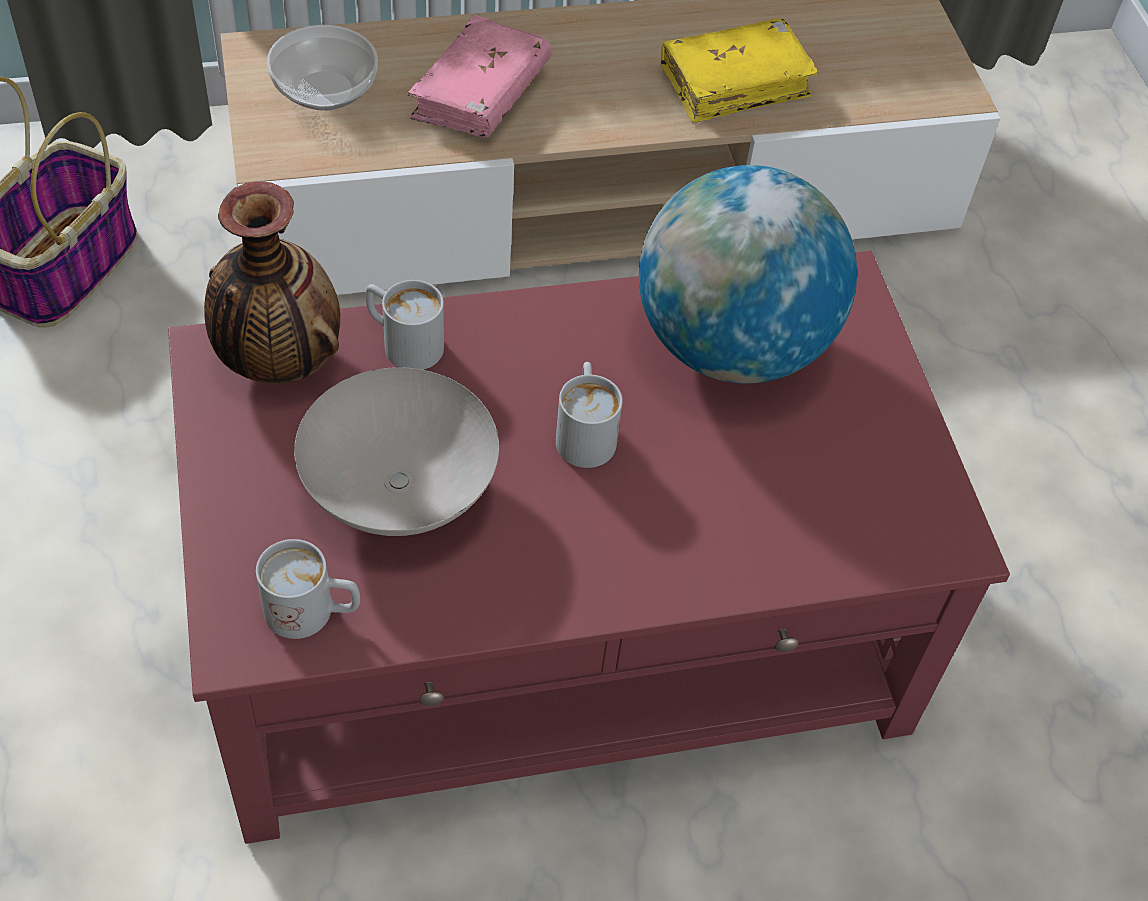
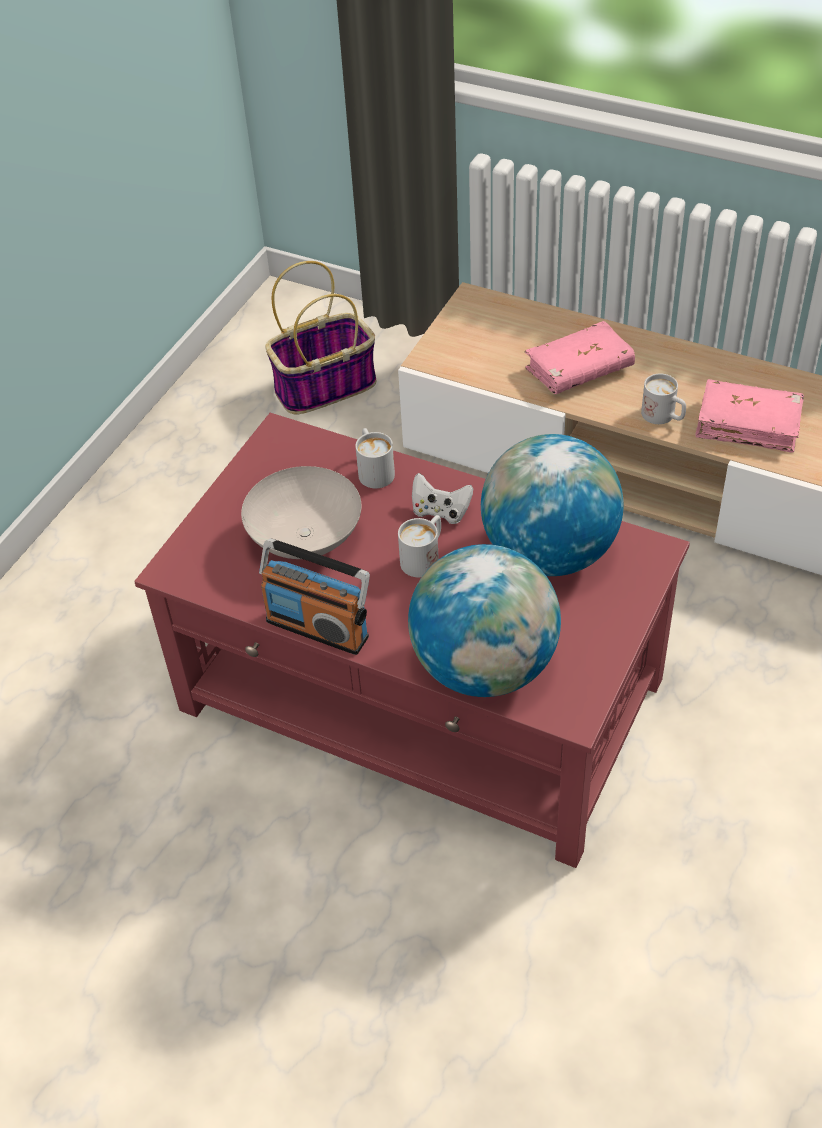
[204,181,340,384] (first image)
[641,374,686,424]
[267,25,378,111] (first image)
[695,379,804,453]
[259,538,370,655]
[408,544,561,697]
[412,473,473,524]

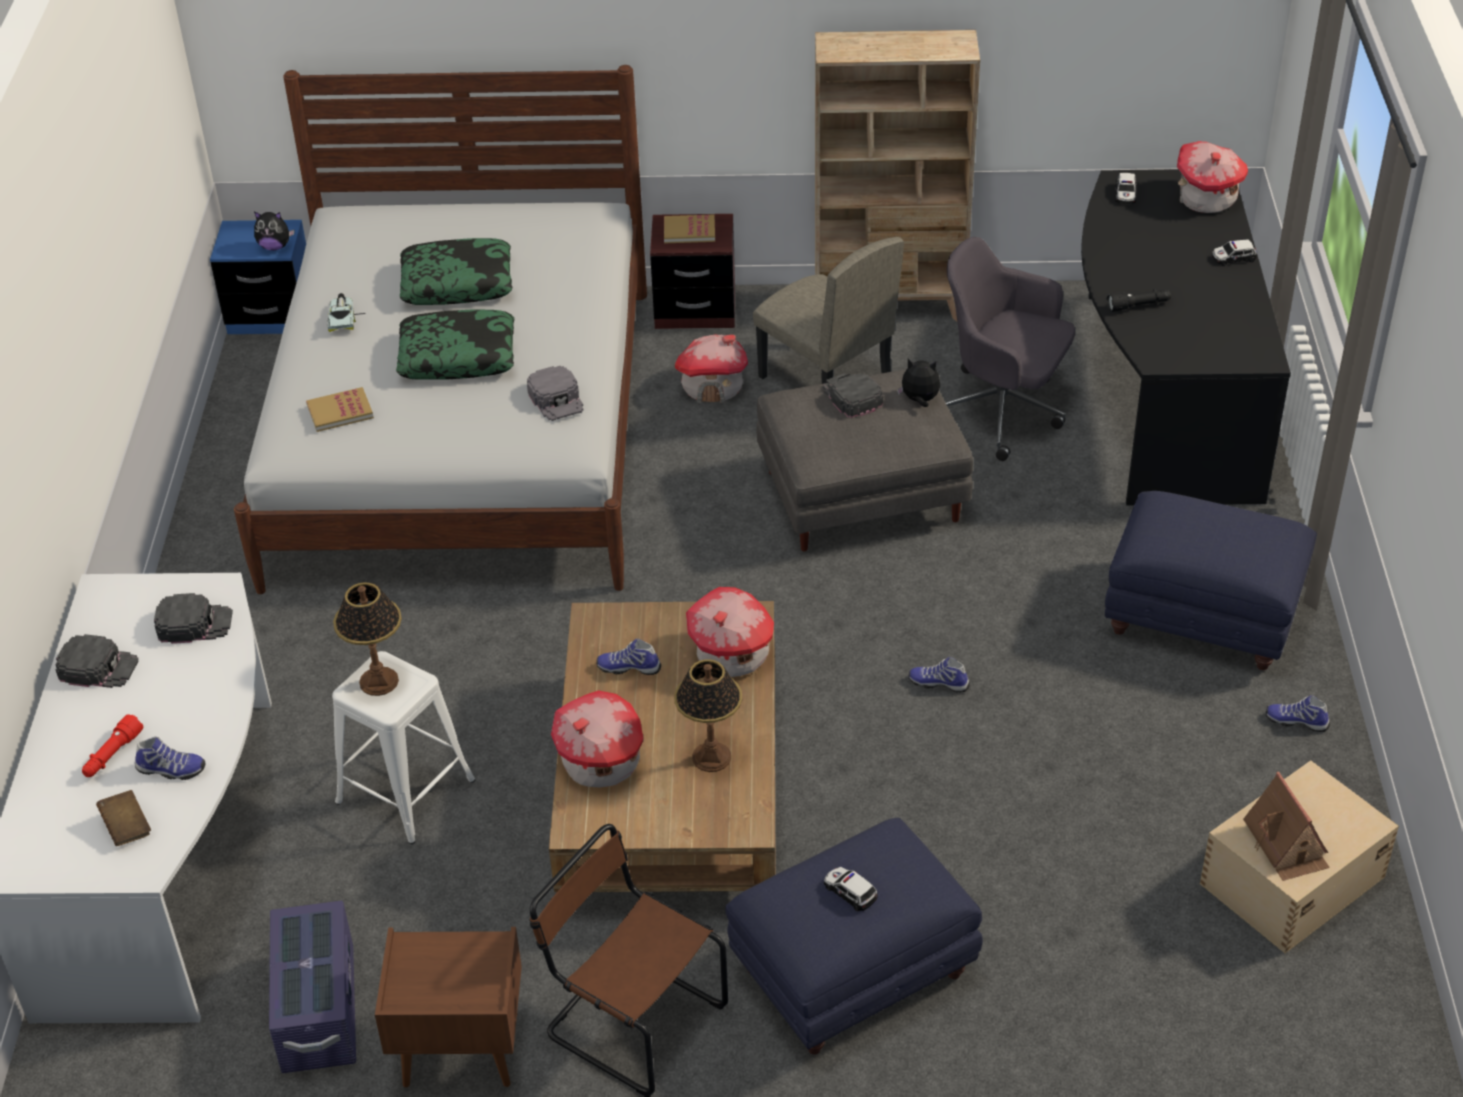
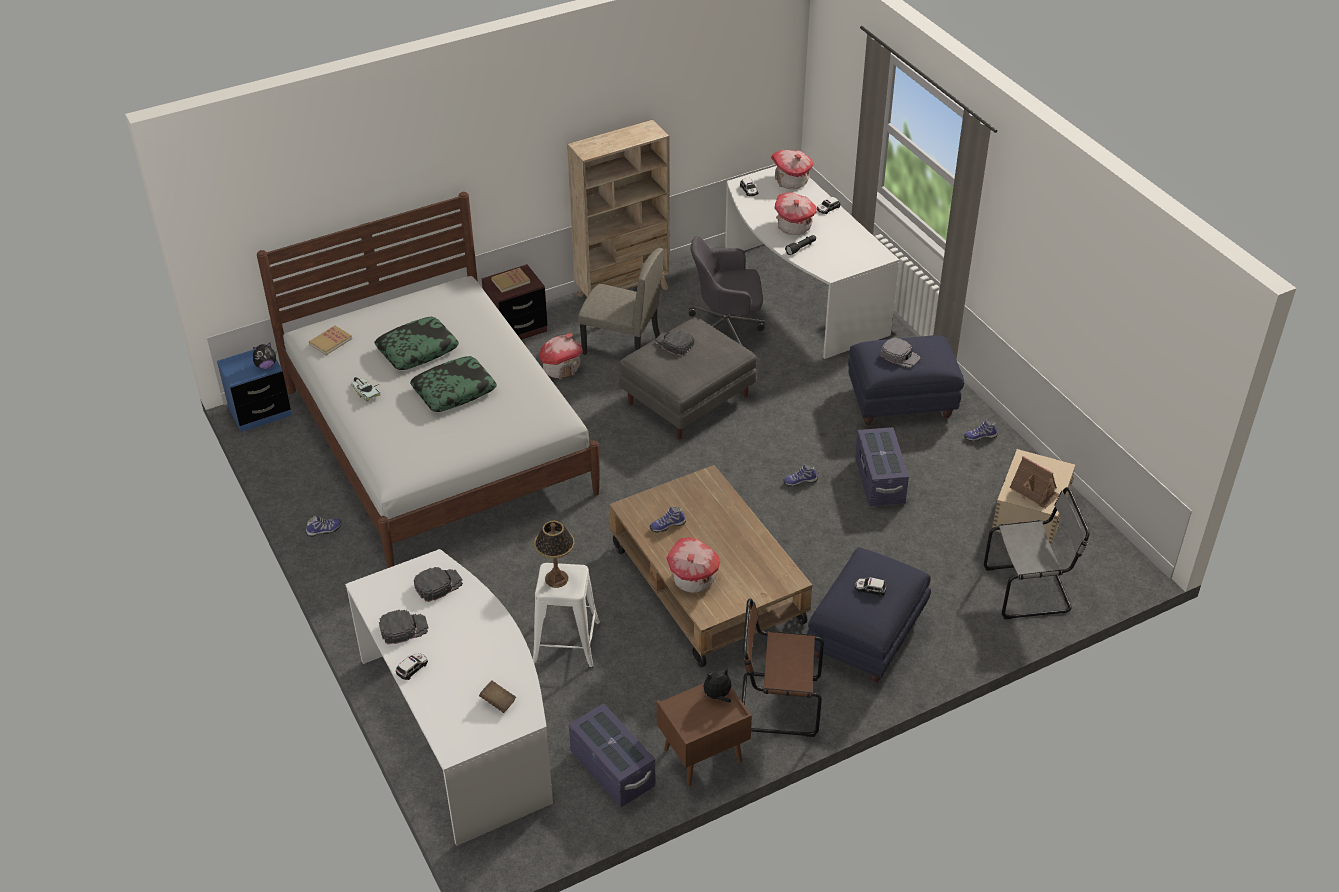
[82,714,143,777] (first image)
[306,515,342,537]
[309,326,352,355]
[880,338,921,368]
[674,659,742,772] (first image)
[774,192,817,235]
[704,668,731,702]
[725,166,899,359]
[396,653,428,680]
[855,427,909,506]
[984,487,1090,619]

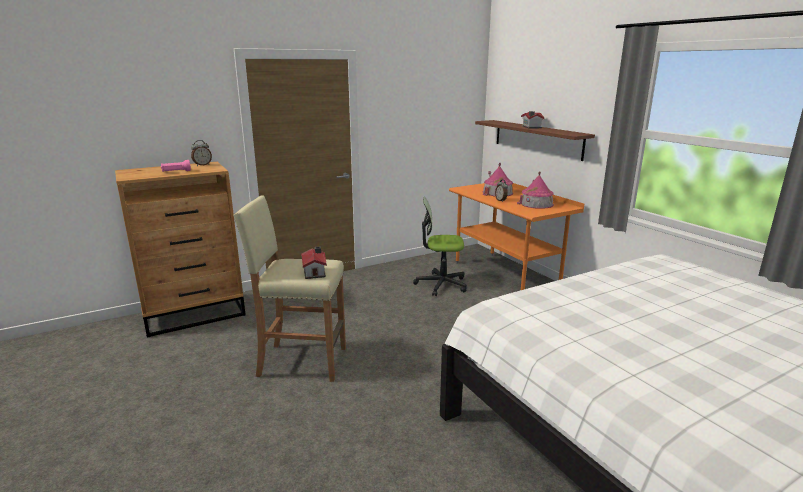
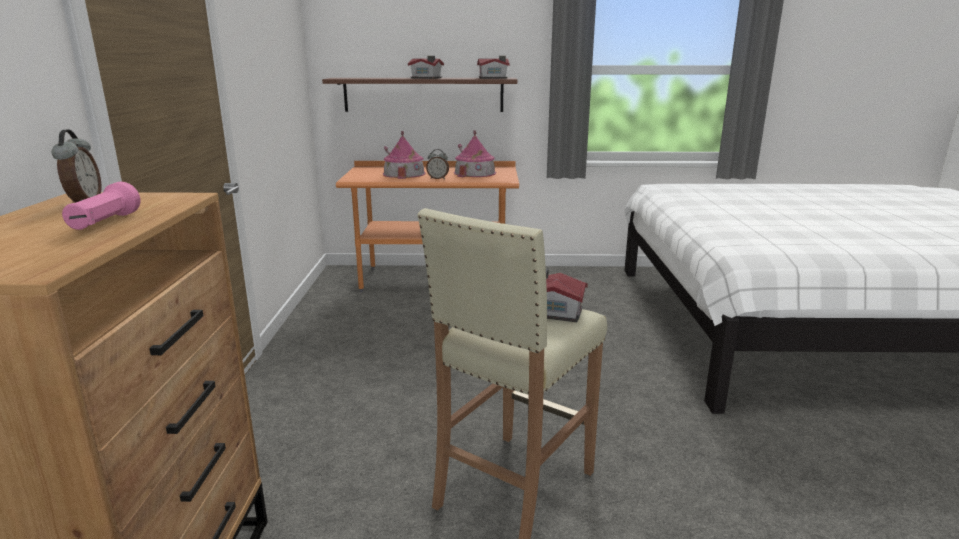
[413,196,467,296] (first image)
[477,56,510,79]

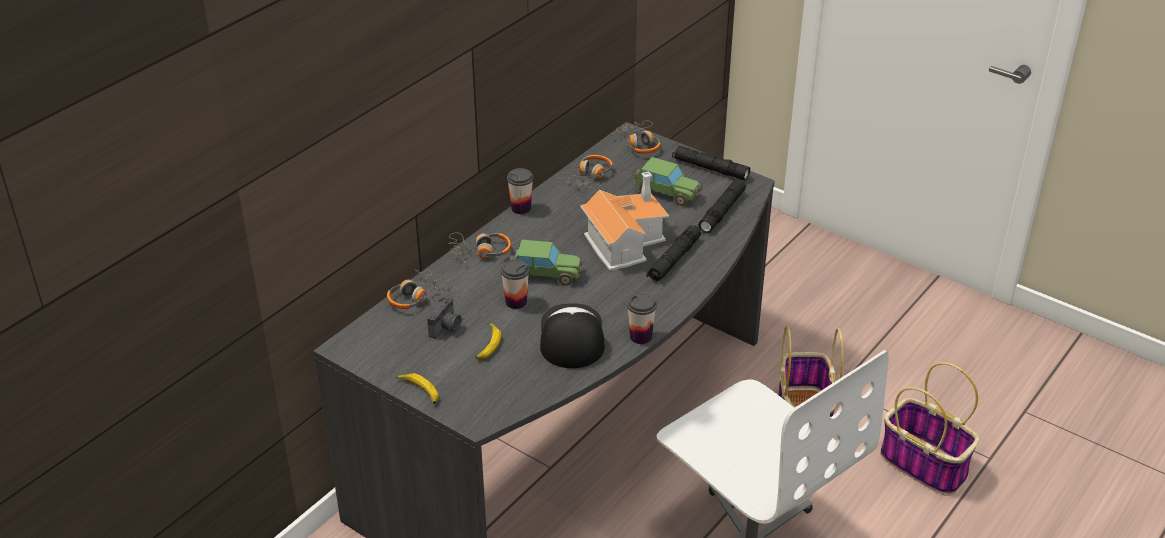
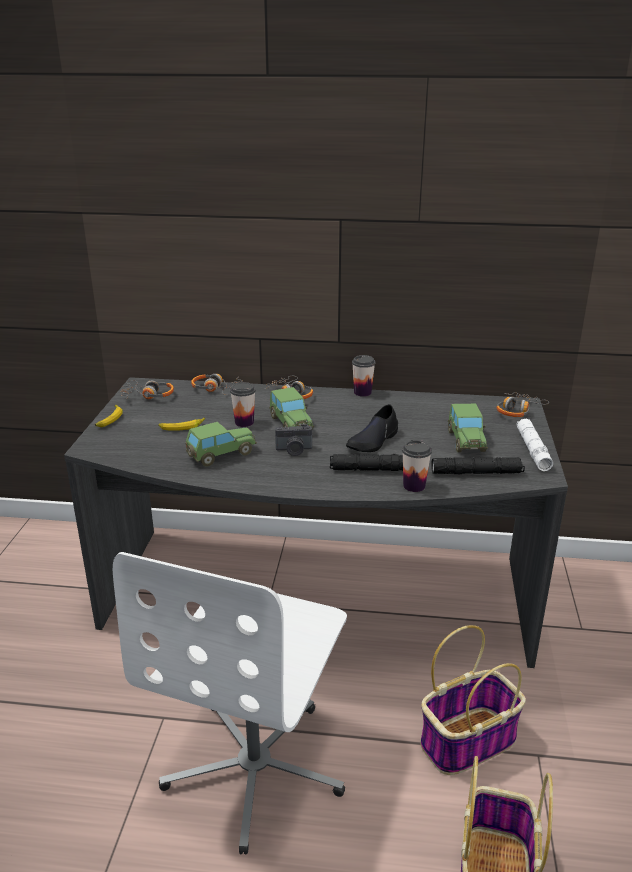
[275,424,312,456]
[185,422,257,467]
[121,380,174,399]
[346,404,398,452]
[402,440,432,492]
[517,419,553,471]

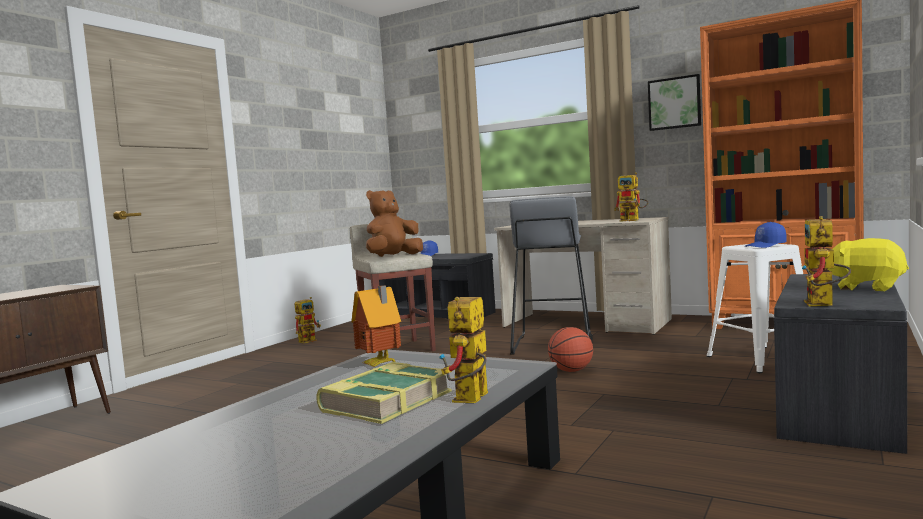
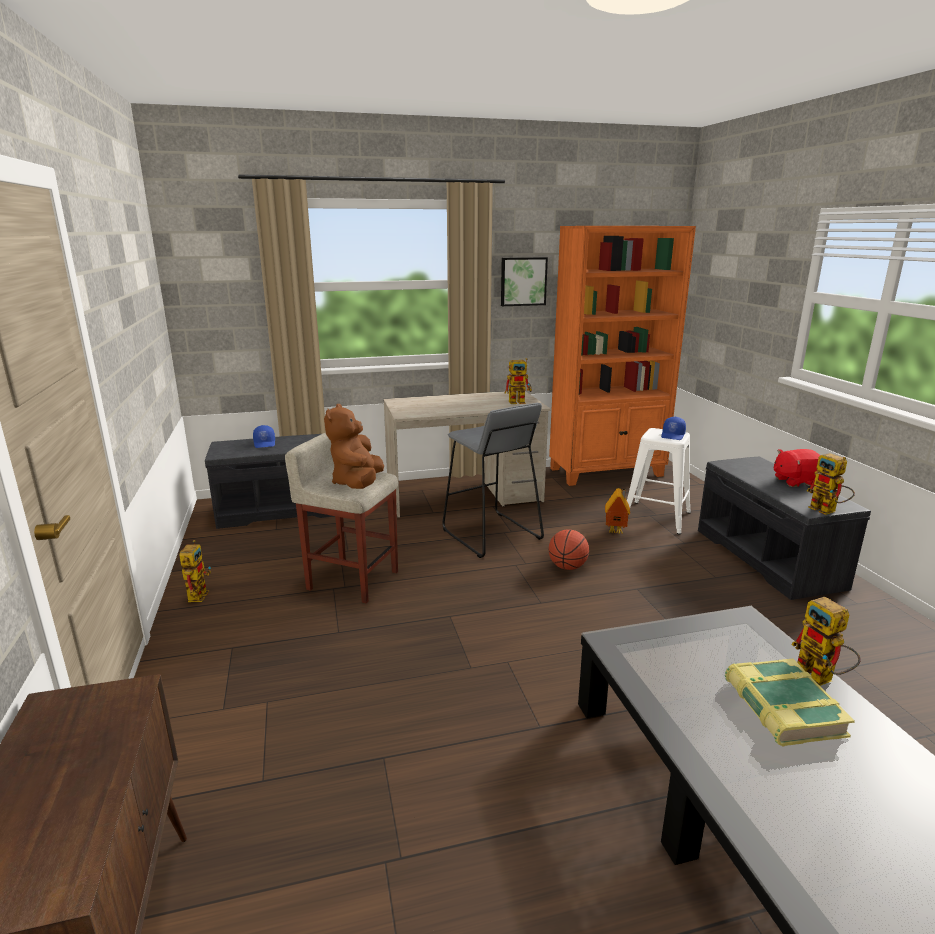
[605,488,630,534]
[774,449,820,487]

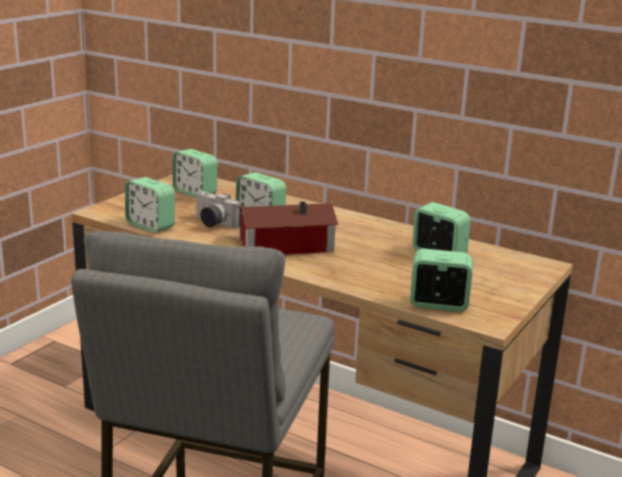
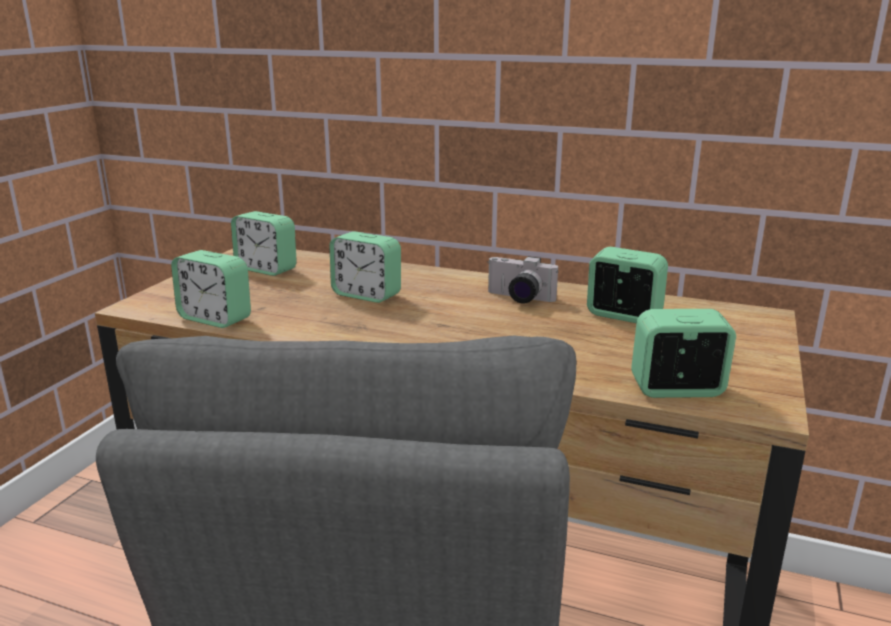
[487,256,559,304]
[237,202,339,254] (first image)

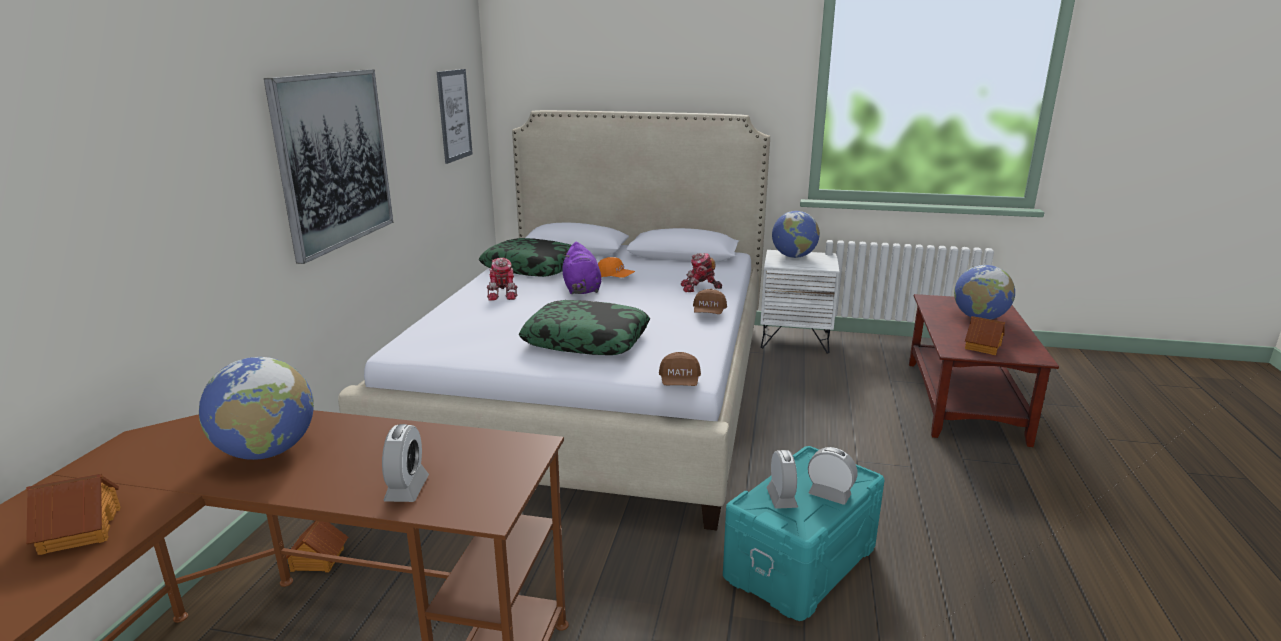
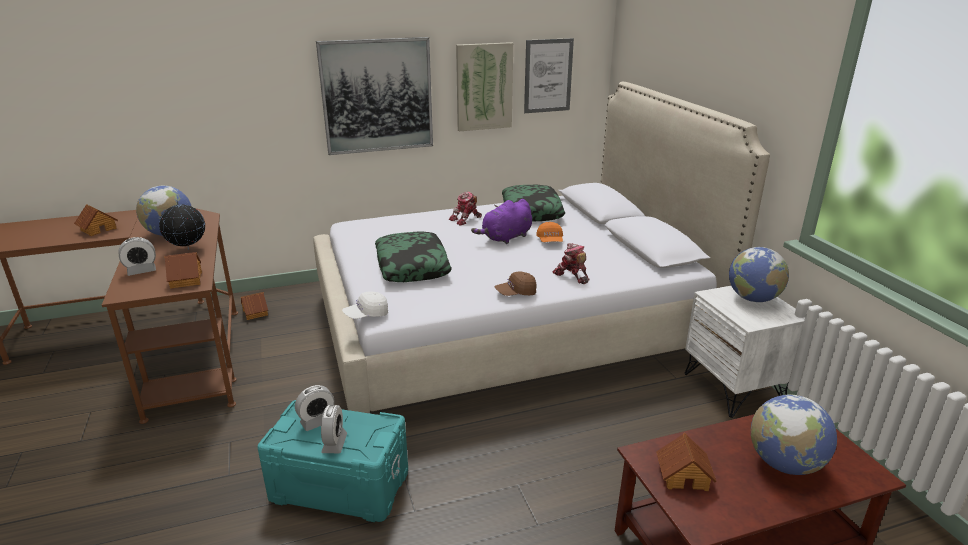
[342,291,388,319]
[159,200,205,250]
[164,252,202,289]
[456,42,513,131]

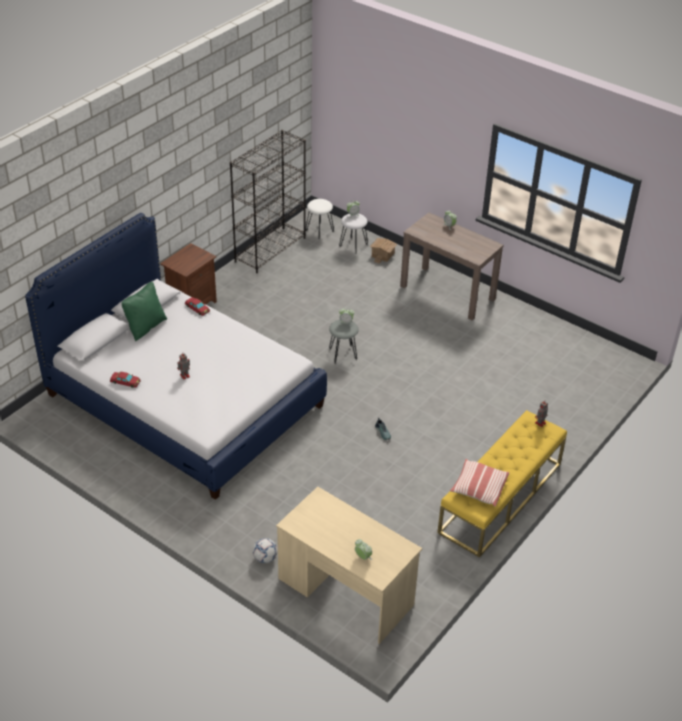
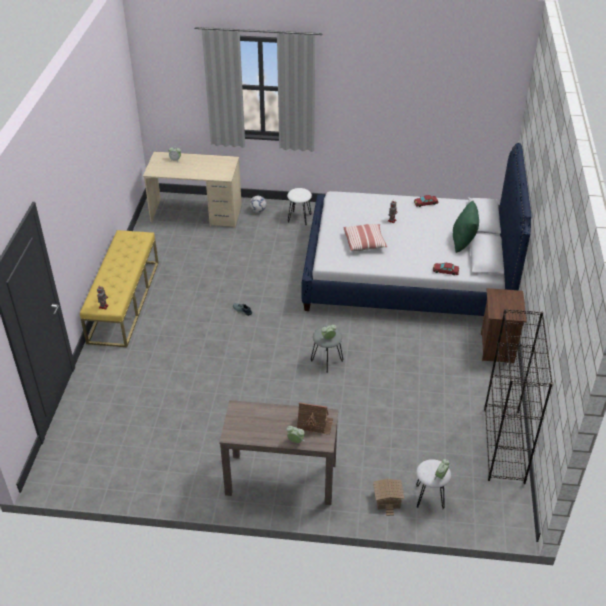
[287,188,312,225]
[343,224,387,251]
[297,402,333,435]

